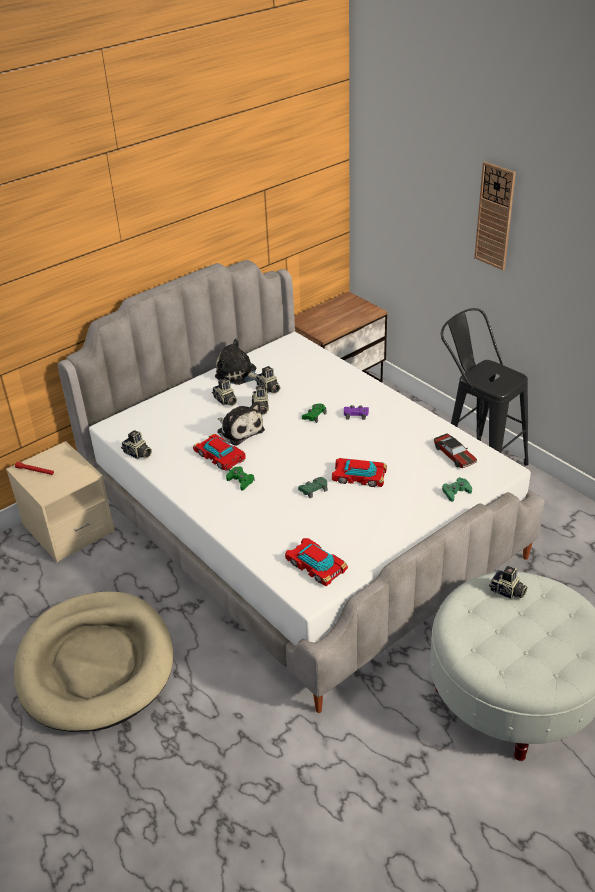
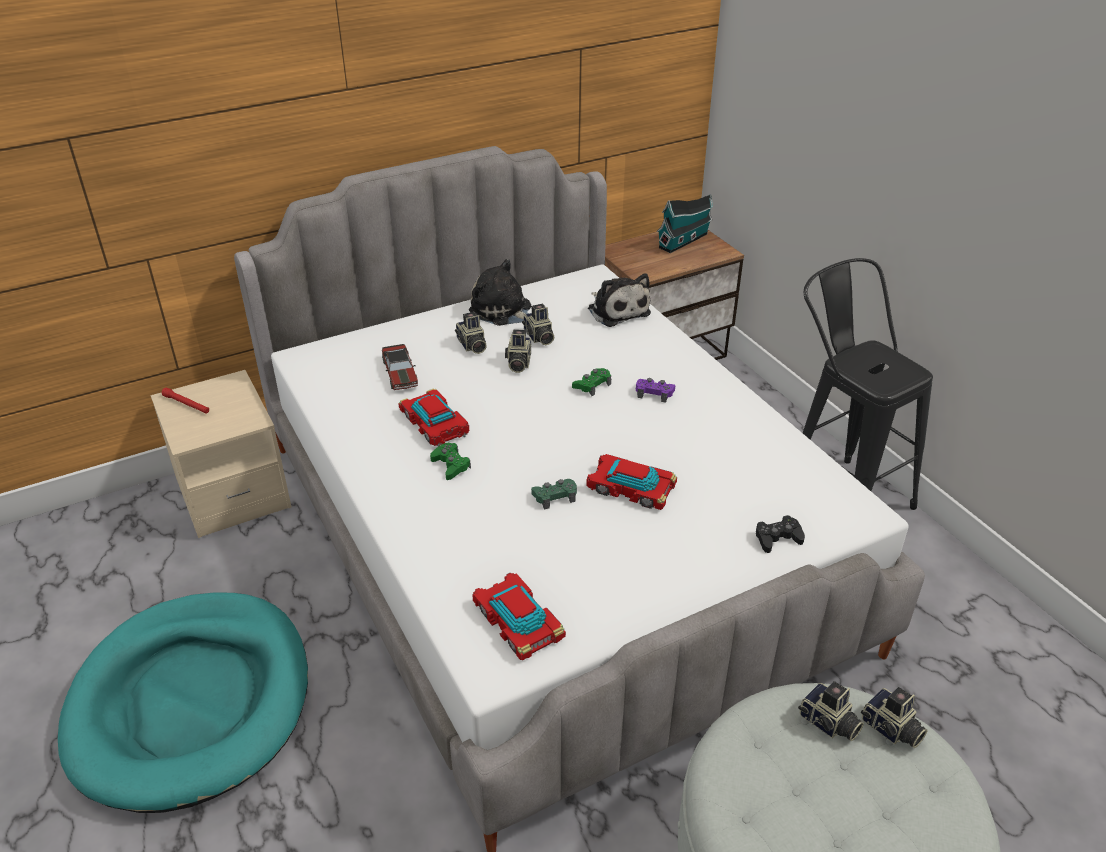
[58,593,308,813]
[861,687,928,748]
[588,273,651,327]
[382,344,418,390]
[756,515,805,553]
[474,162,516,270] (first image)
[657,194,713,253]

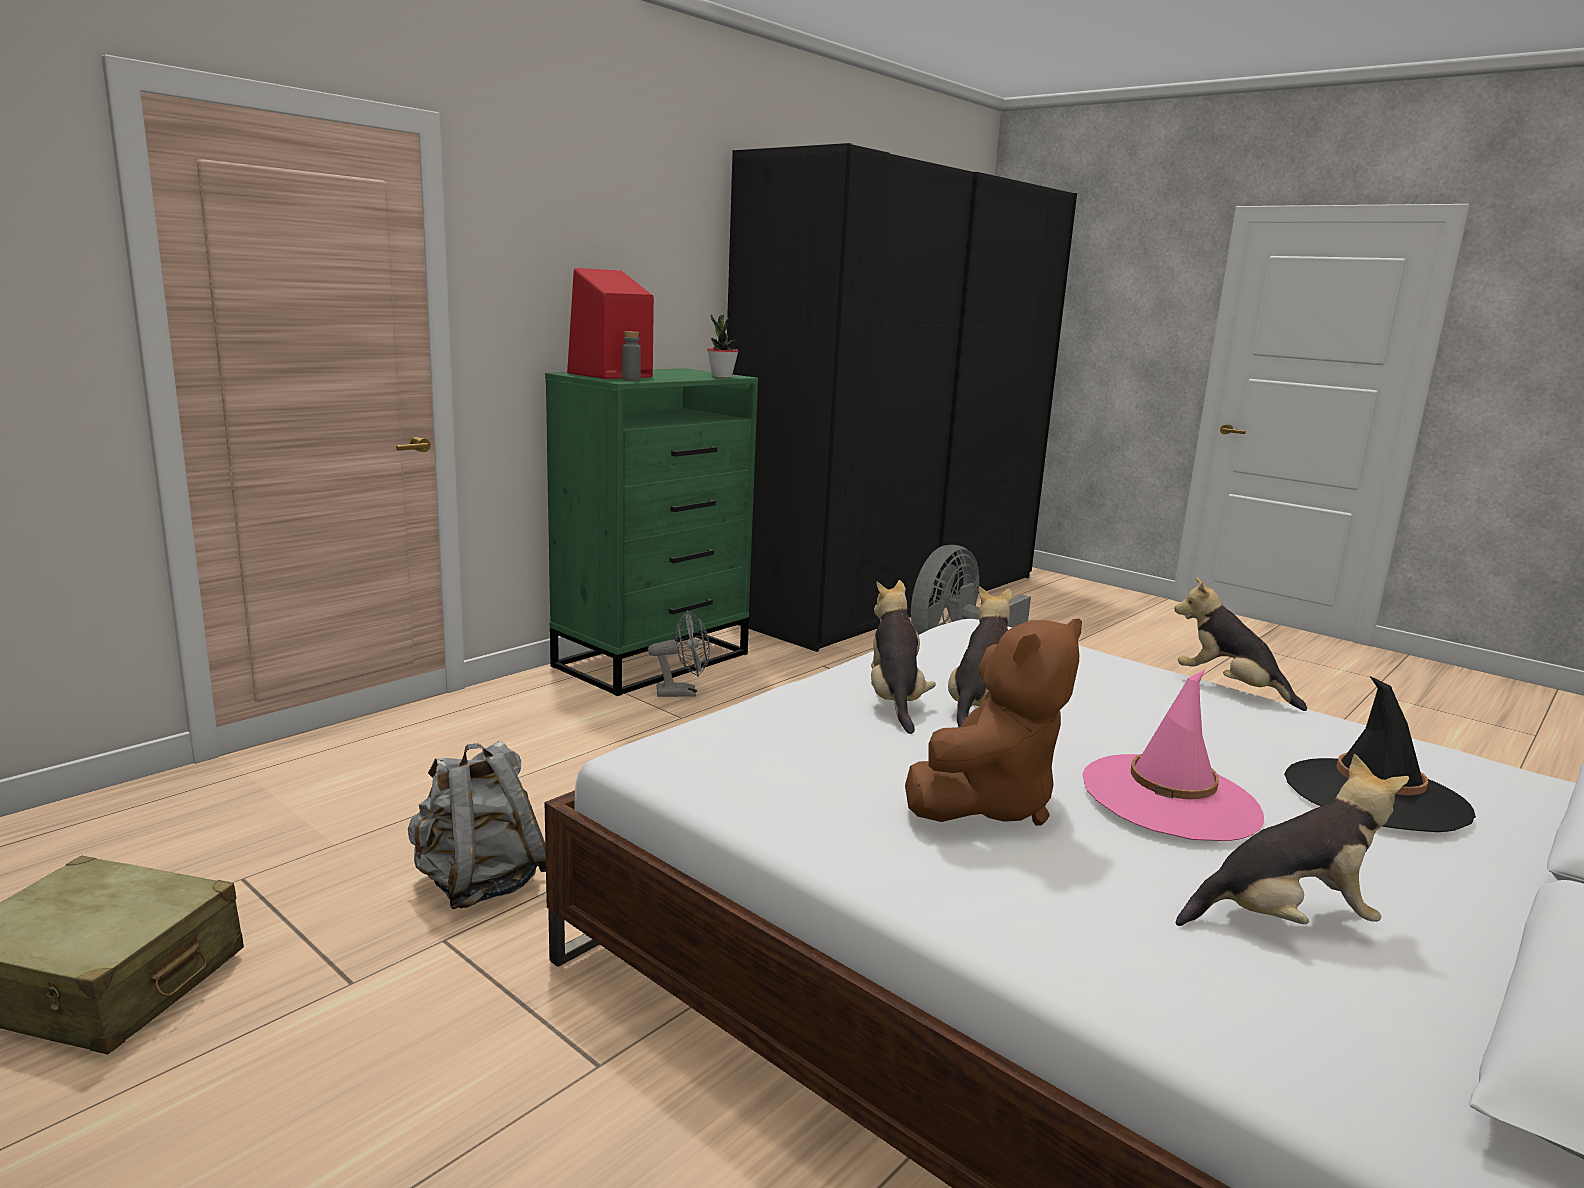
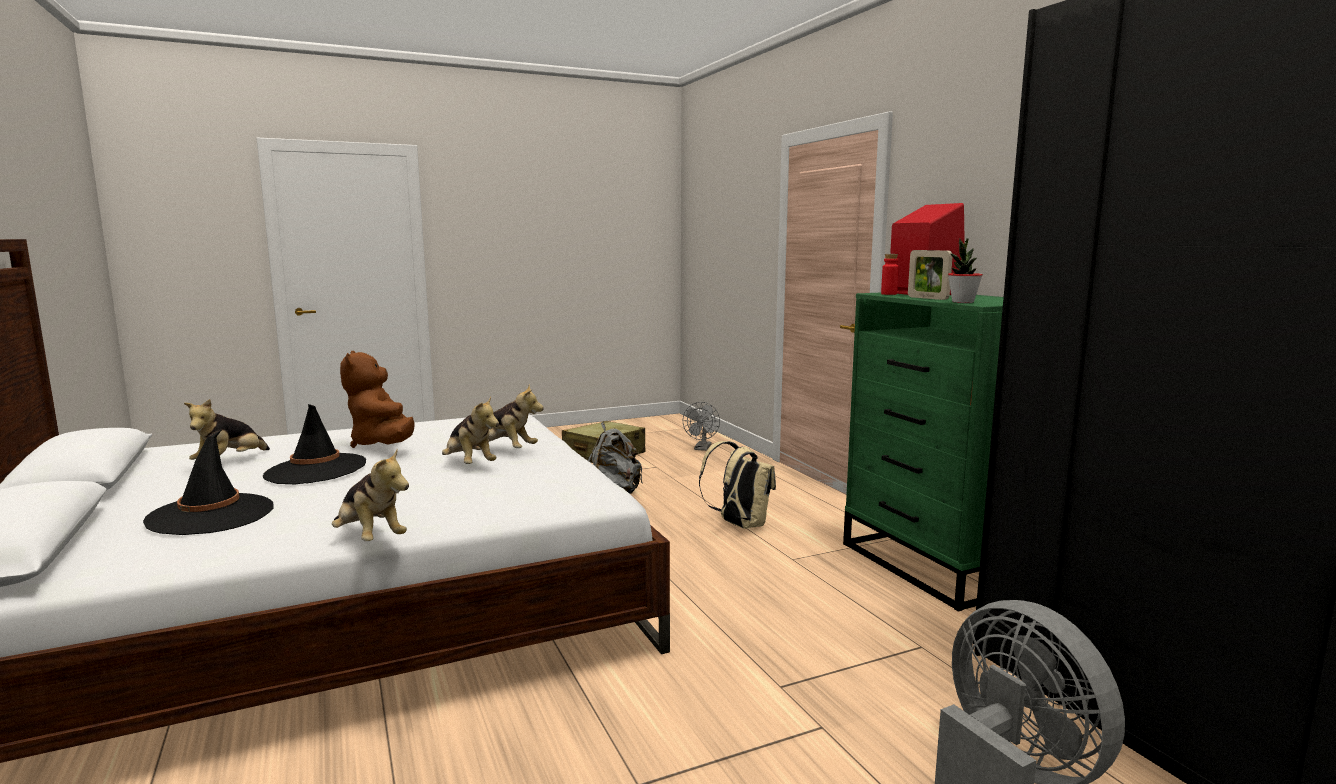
[881,254,899,295]
[683,402,720,451]
[263,404,366,484]
[332,449,409,541]
[699,441,776,529]
[908,250,952,300]

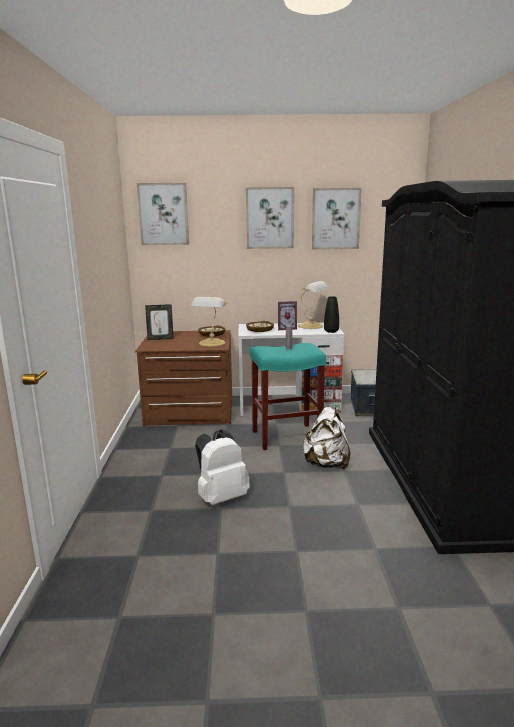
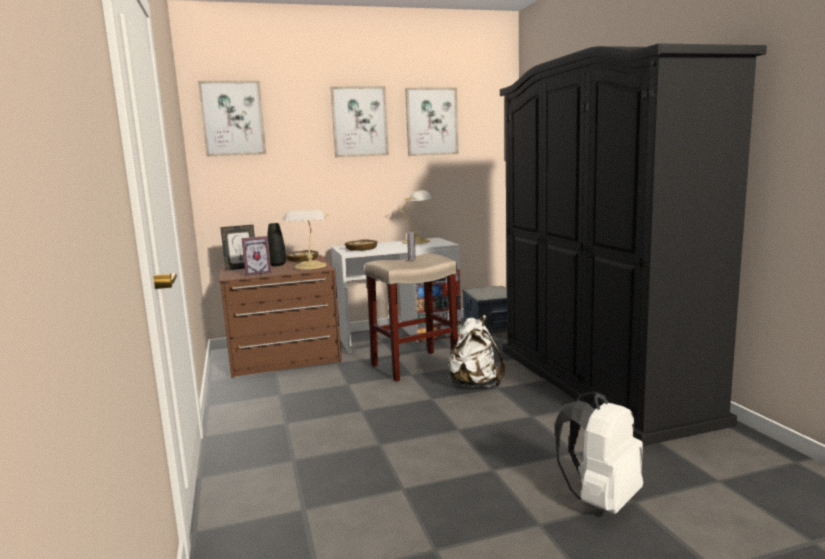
[555,391,643,514]
[365,254,458,382]
[242,236,271,276]
[267,223,286,266]

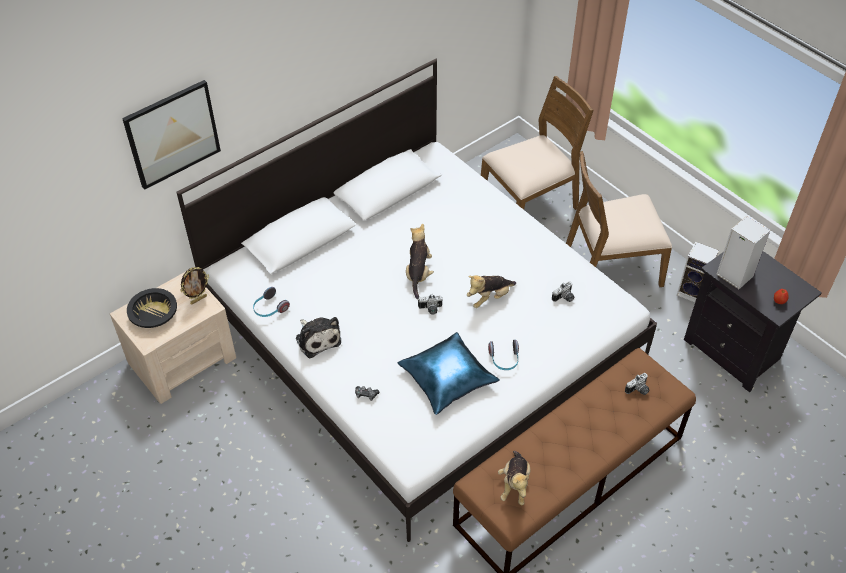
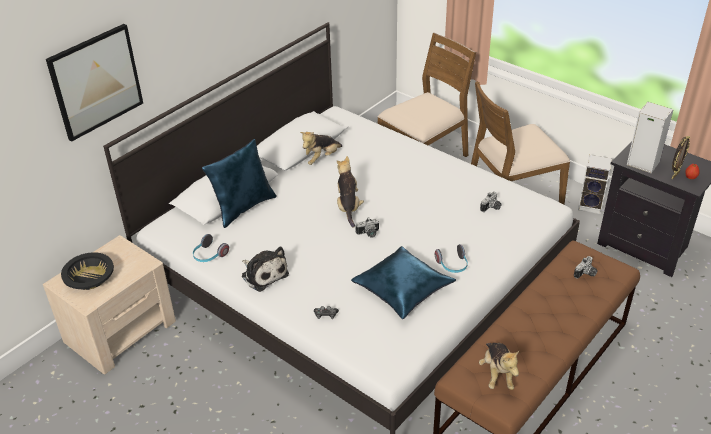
[672,136,690,180]
[300,132,342,165]
[202,139,277,228]

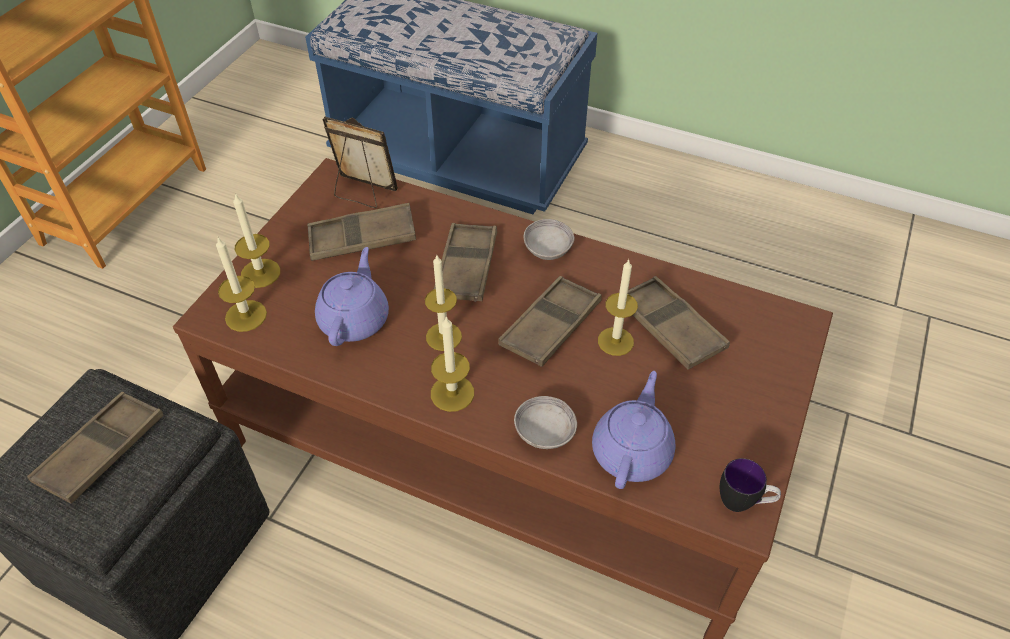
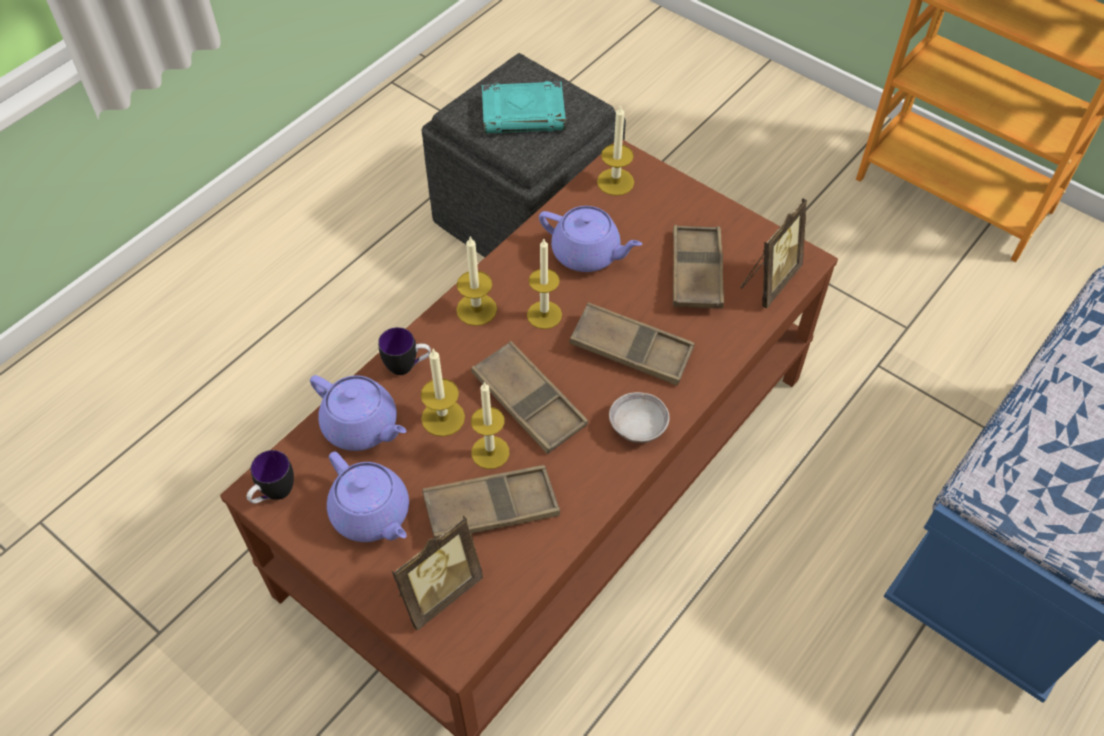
[482,81,566,134]
[421,349,465,436]
[378,327,431,375]
[327,452,409,542]
[391,516,483,631]

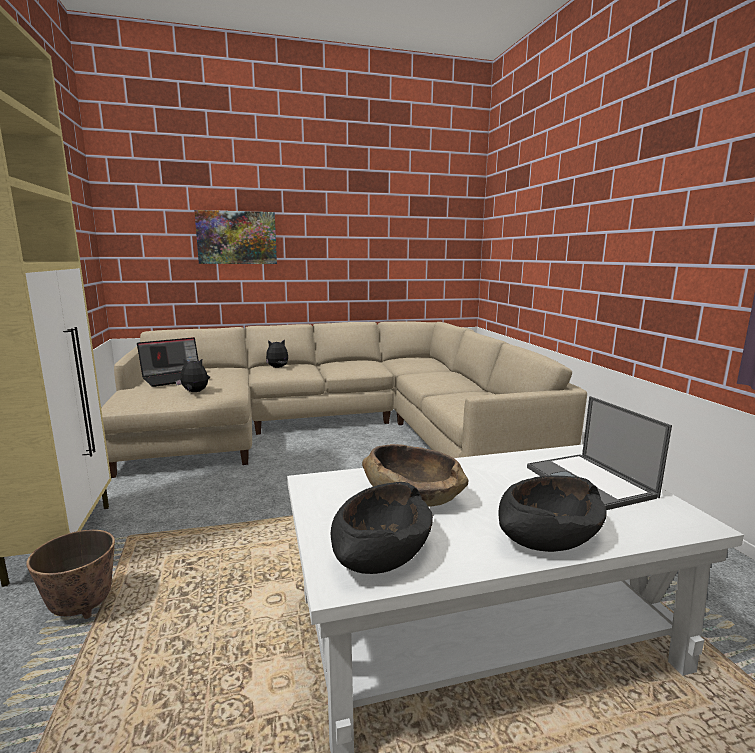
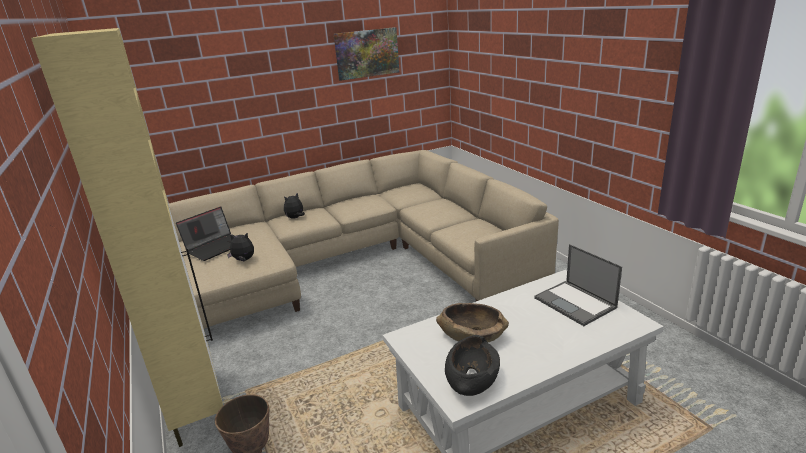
[334,27,399,81]
[499,475,607,552] (first image)

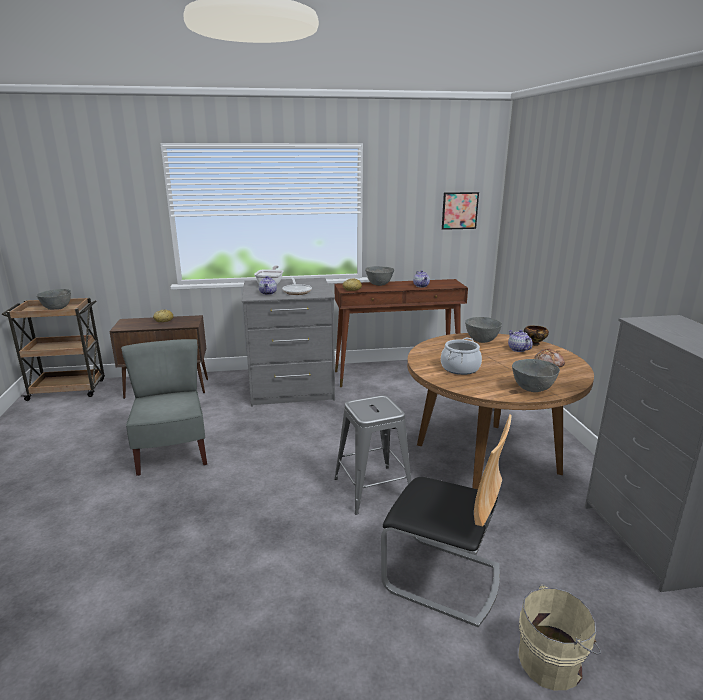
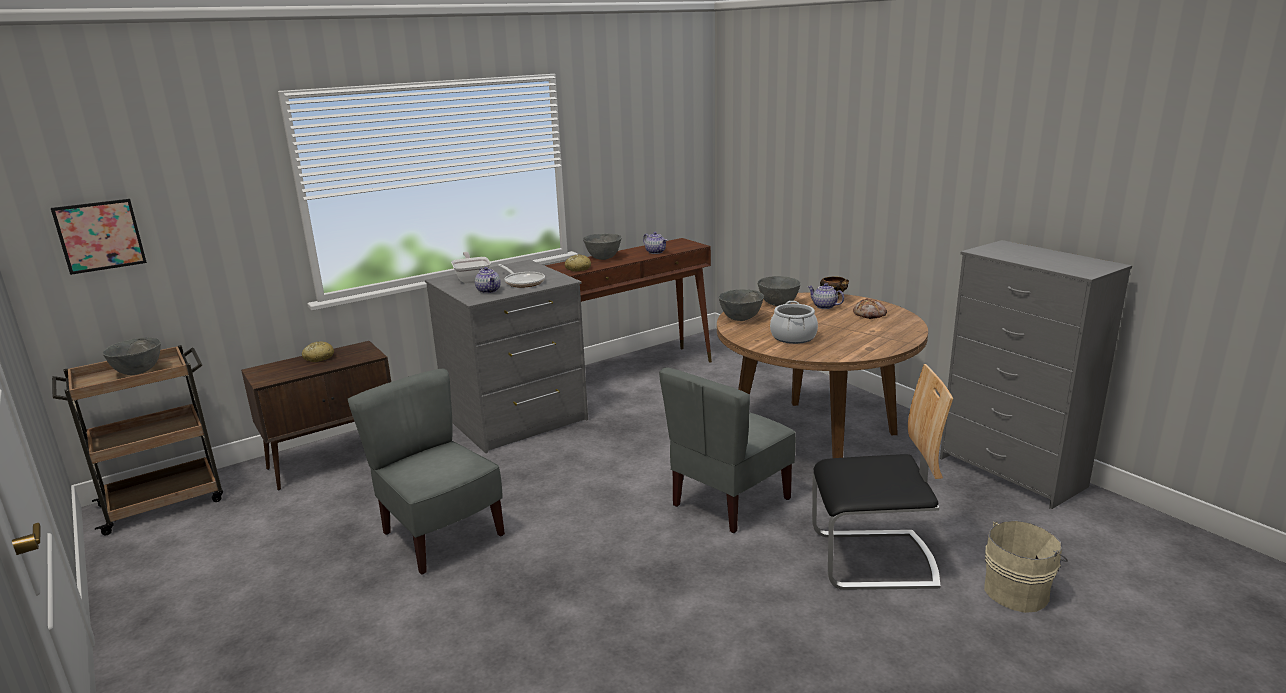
[659,367,796,533]
[51,199,147,275]
[719,289,764,321]

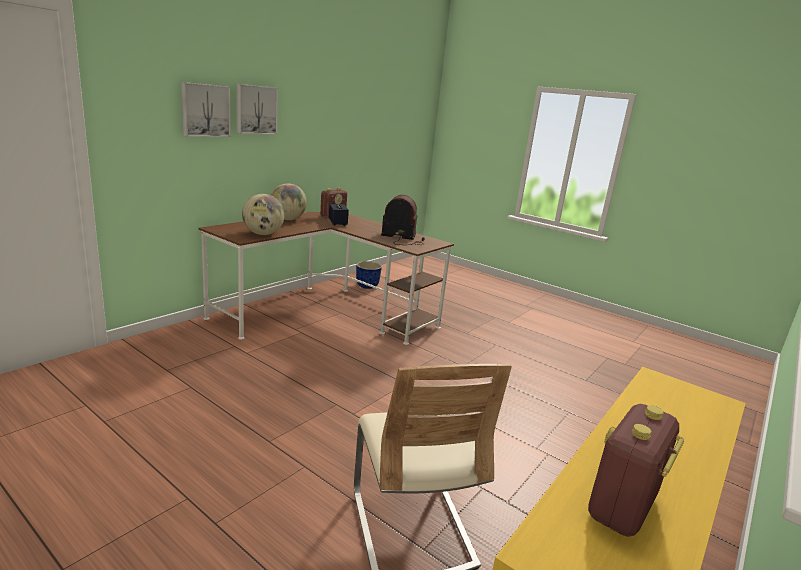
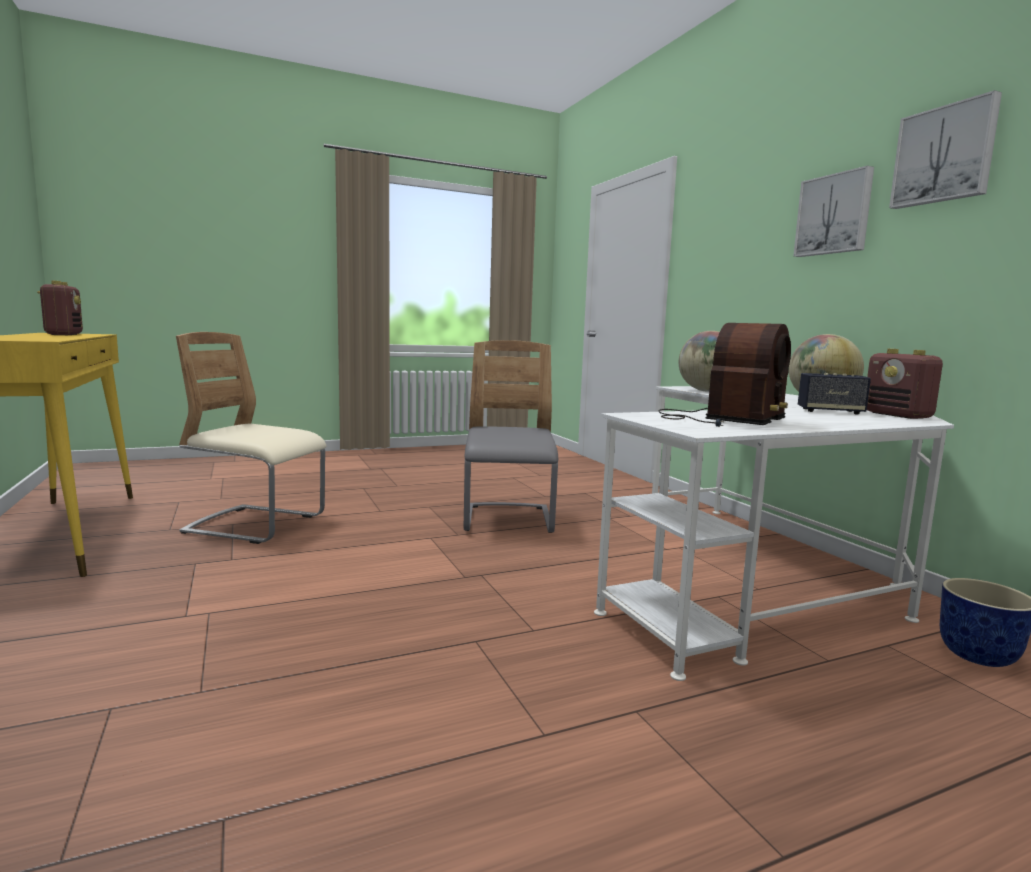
[889,90,1002,209]
[594,386,954,681]
[464,340,558,533]

